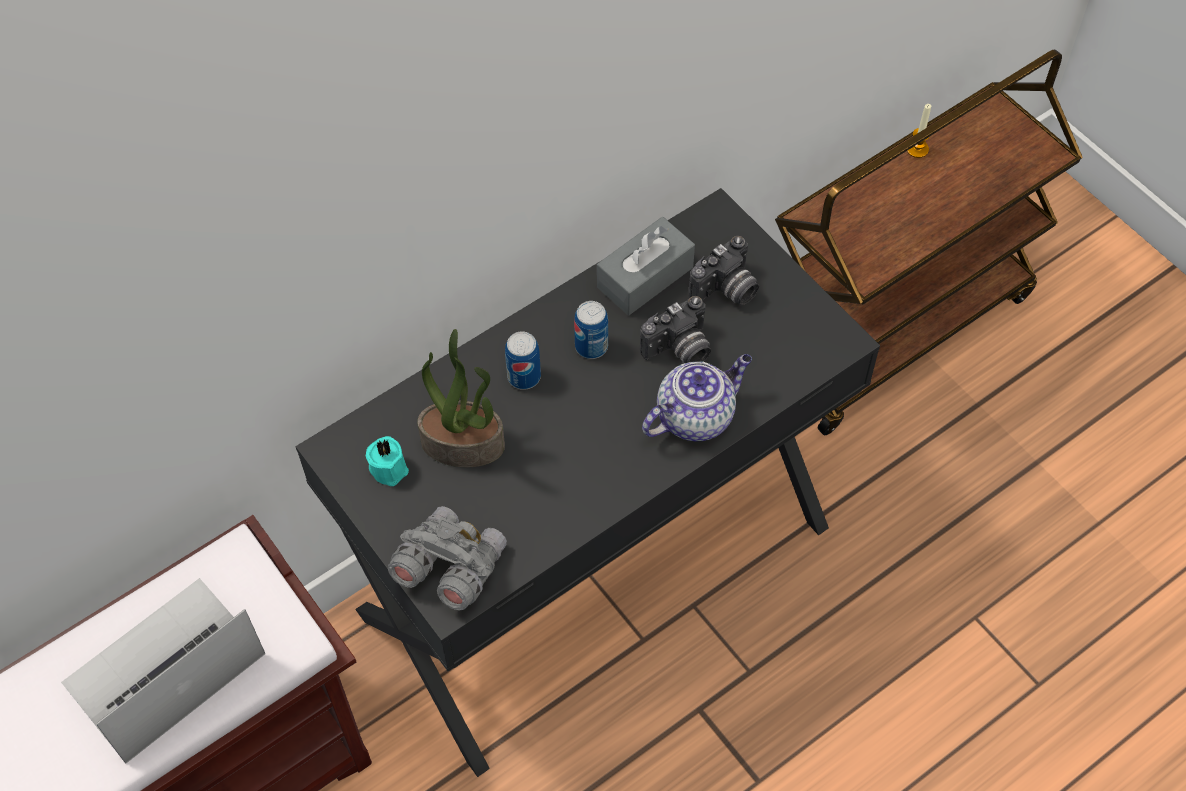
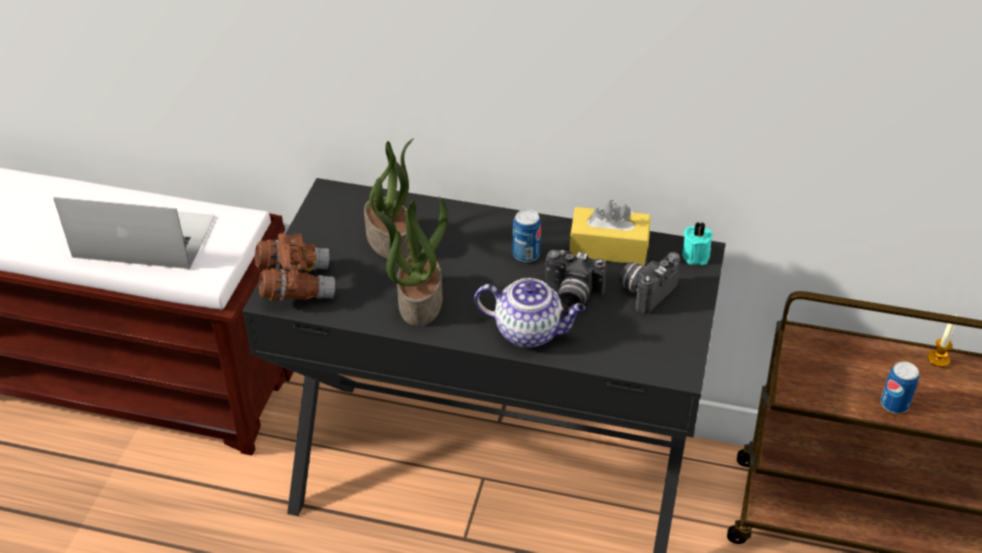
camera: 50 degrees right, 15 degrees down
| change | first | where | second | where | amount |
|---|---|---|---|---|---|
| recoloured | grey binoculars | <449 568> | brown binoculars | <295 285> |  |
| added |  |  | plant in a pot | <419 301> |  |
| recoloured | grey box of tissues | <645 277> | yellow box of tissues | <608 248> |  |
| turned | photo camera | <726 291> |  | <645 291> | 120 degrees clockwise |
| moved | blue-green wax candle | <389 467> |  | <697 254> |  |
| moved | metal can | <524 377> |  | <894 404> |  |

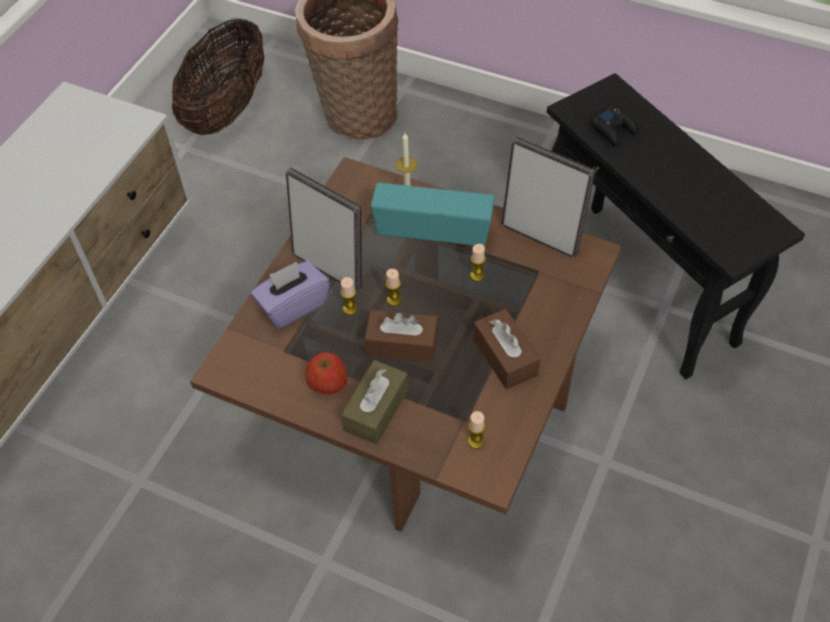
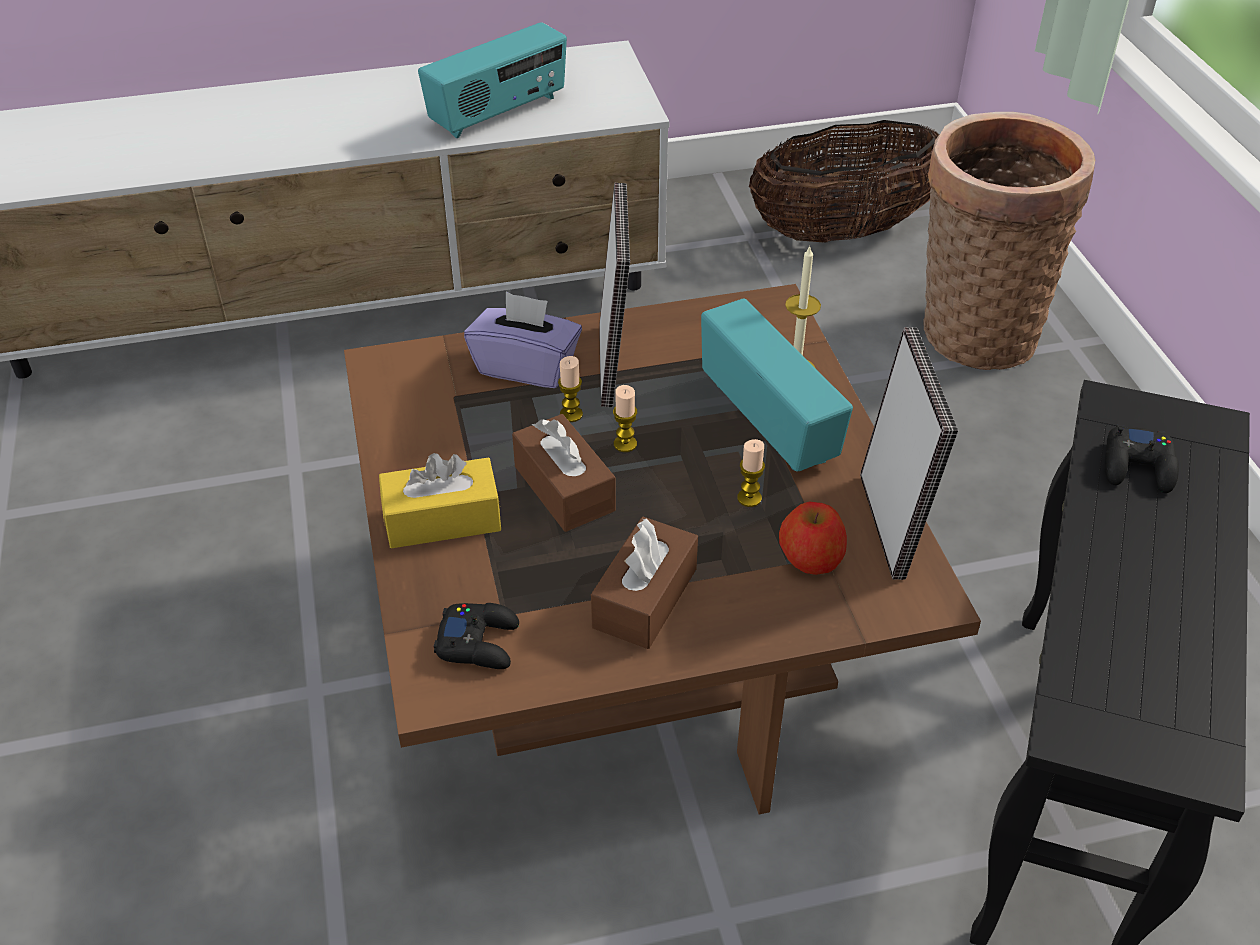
camera: 50 degrees right, 10 degrees down
| change | first | where | second | where | amount |
|---|---|---|---|---|---|
| recoloured | brown box of tissues | <376 409> | yellow box of tissues | <442 519> |  |
| added |  |  | radio receiver | <499 113> |  |
| replaced | wax candle | <476 441> | blackish joypad | <479 642> |  |
| moved | whole apple | <327 382> |  | <811 557> |  |

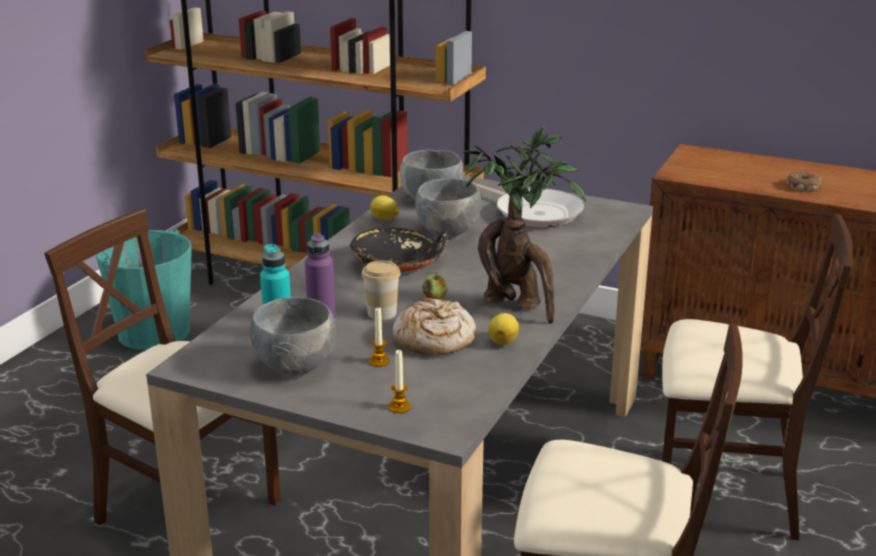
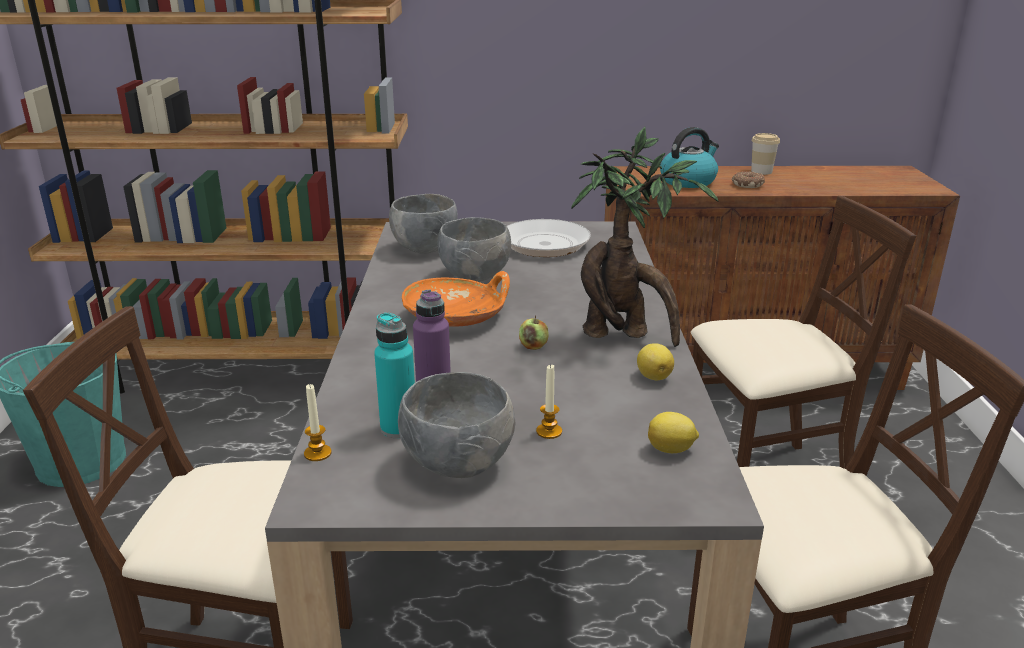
camera: 25 degrees left, 0 degrees up
| change | first | where | second | where | amount |
|---|---|---|---|---|---|
| moved | wax candle | <399 407> |  | <317 453> |  |
| recoloured | blackish deep dish | <398 263> | orangey deep dish | <456 317> |  |
| moved | citrus fruit | <385 219> |  | <671 450> |  |
| added |  |  | tea kettle | <688 181> |  |
| moved | drinking cup | <382 313> |  | <761 171> |  |
| removed | bakery bread | <434 339> |  |  |  |

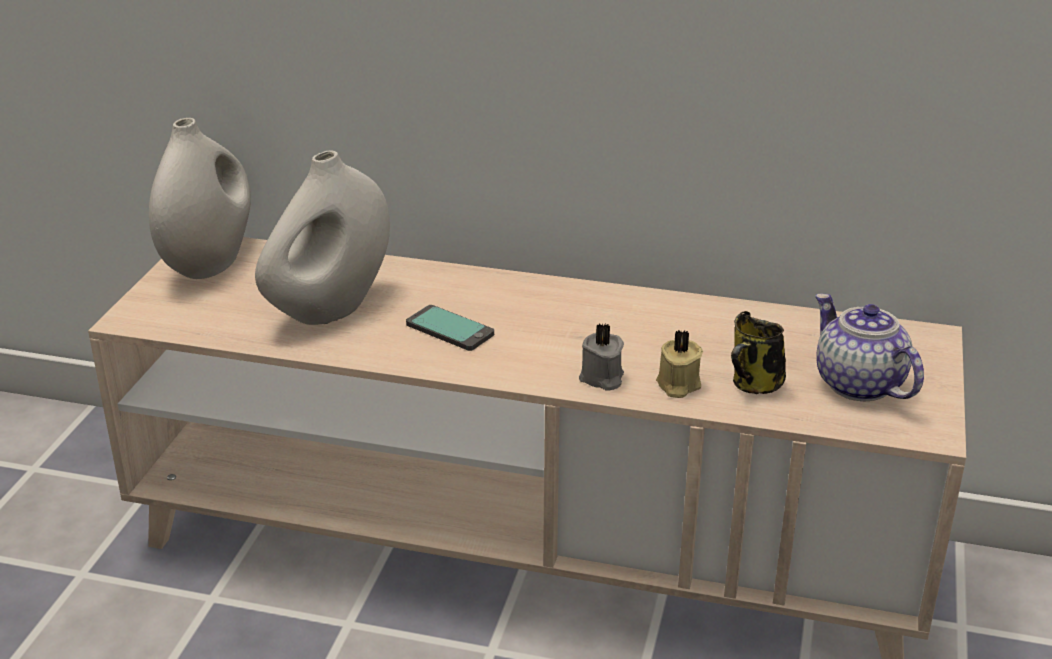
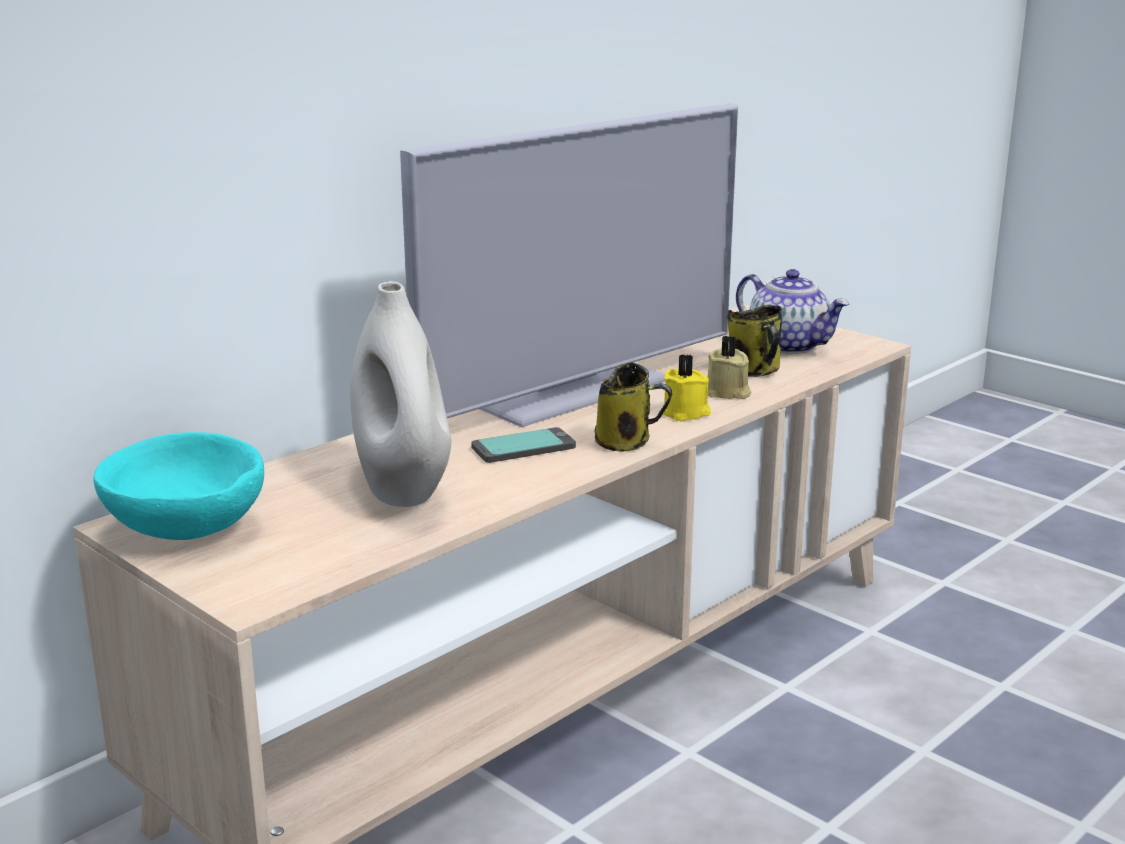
camera: 60 degrees left, 10 degrees down
| change | first | where | second | where | amount |
|---|---|---|---|---|---|
| replaced | white flower vase | <209 263> | blue-green deep dish | <185 529> |  |
| added |  |  | TV | <574 393> |  |
| added |  |  | mug | <626 442> |  |
| recoloured | grey wax candle | <602 378> | yellow wax candle | <686 413> |  |
| turned | teapot | <857 384> |  | <789 345> | 135 degrees counterclockwise |

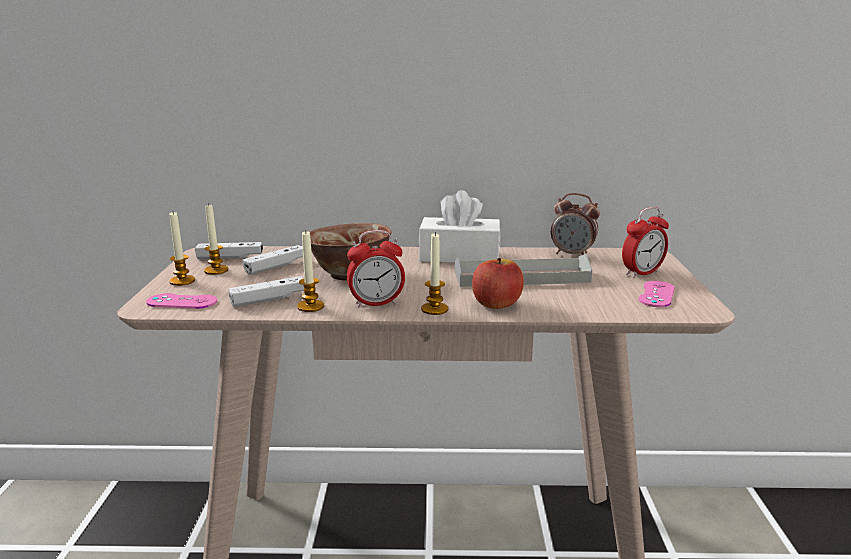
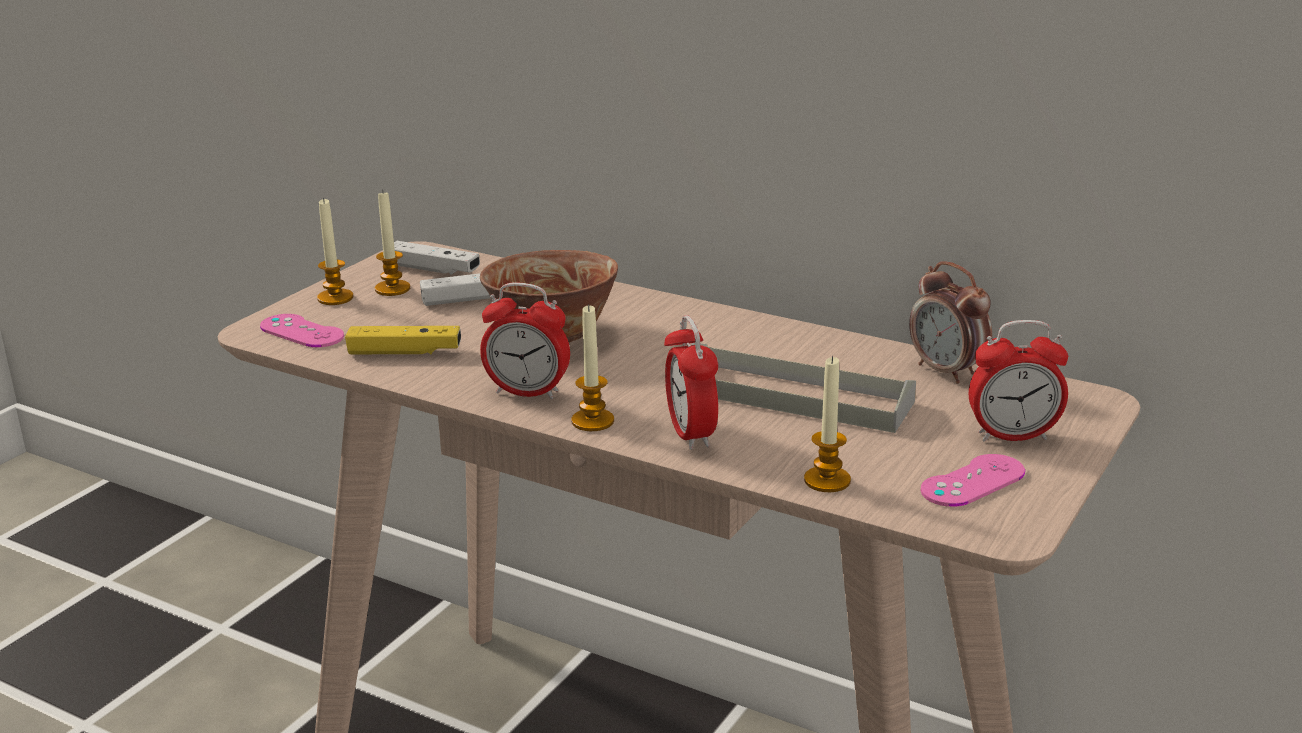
camera: 30 degrees right, 5 degrees up
| change | first | where | second | where | amount |
|---|---|---|---|---|---|
| recoloured | white joypad | <269 299> | yellow joypad | <404 352> |  |
| replaced | whole apple | <496 304> | alarm clock | <691 434> |  |
| moved | wax candle | <310 306> |  | <827 480> |  |
| removed | white box of tissues | <459 256> |  |  |  |

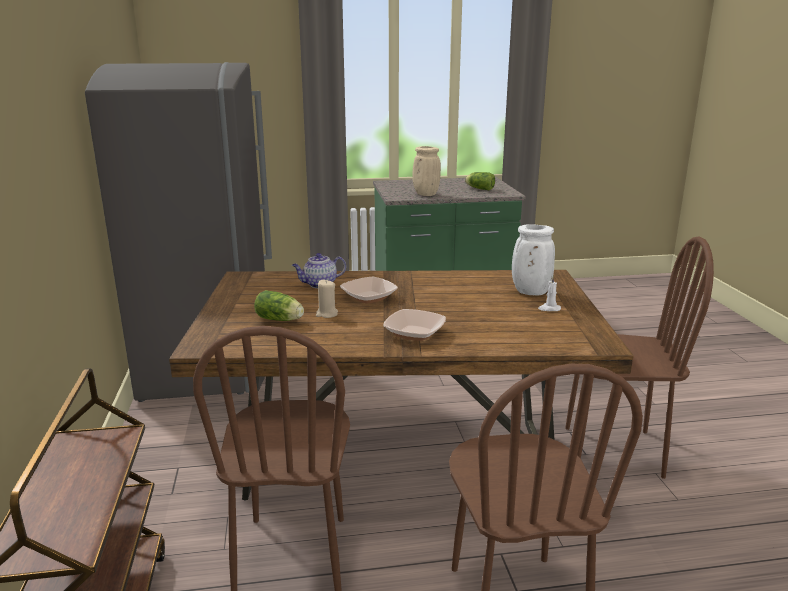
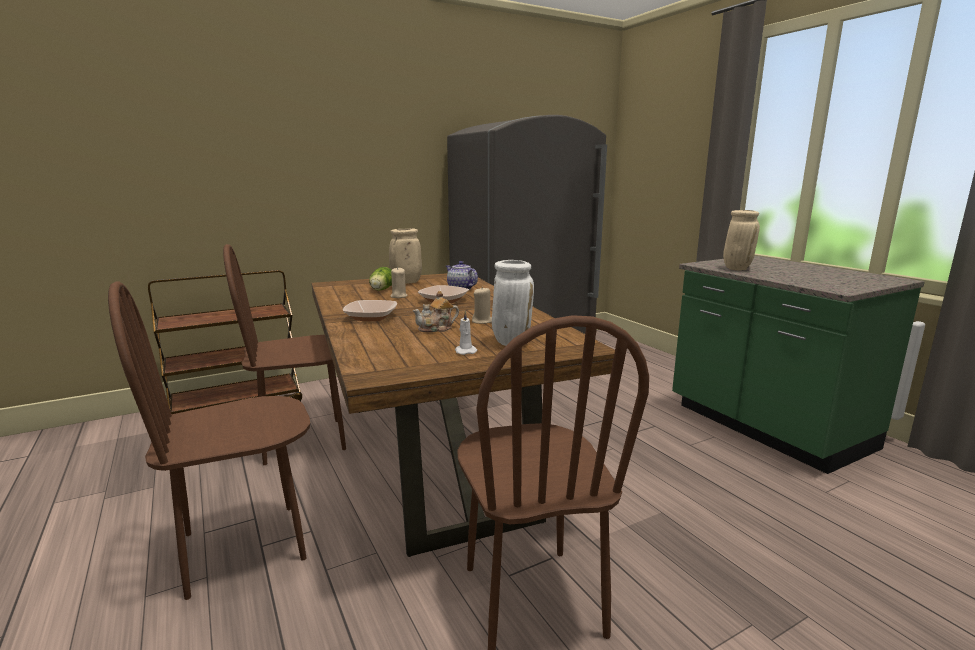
camera: 70 degrees right, 5 degrees down
| change | first | where | second | where | amount |
|---|---|---|---|---|---|
| added |  |  | sand-coloured flower vase | <406 282> |  |
| added |  |  | teapot | <436 328> |  |
| added |  |  | sand-coloured wax candle | <482 321> |  |
| removed | head of lettuce | <479 188> |  |  |  |

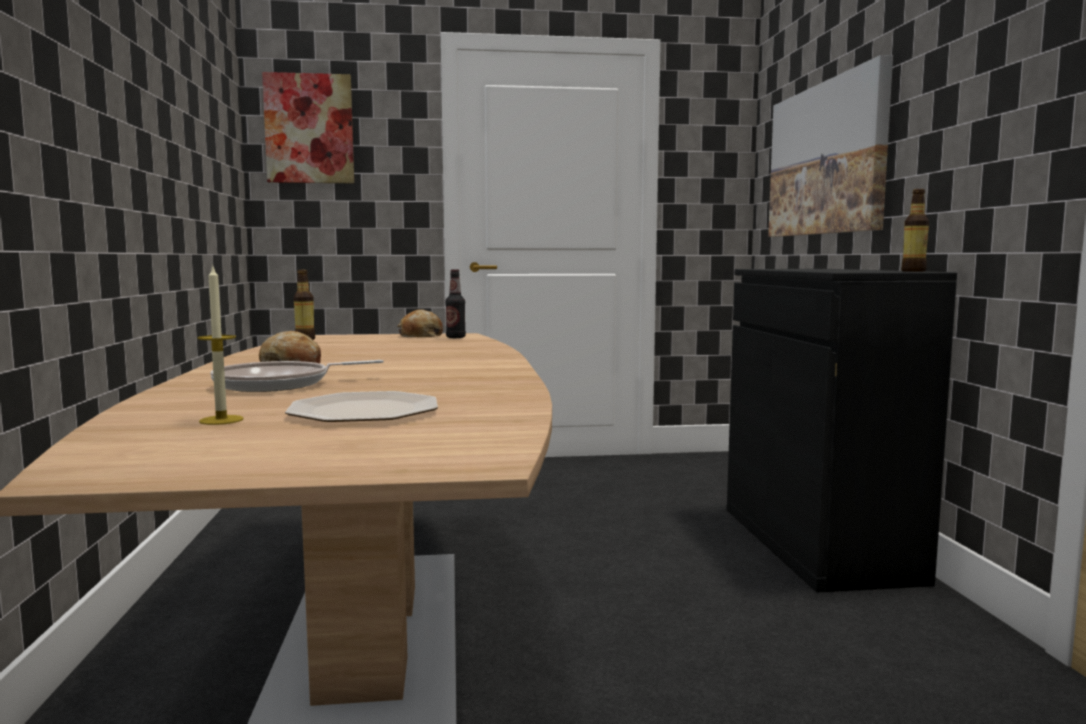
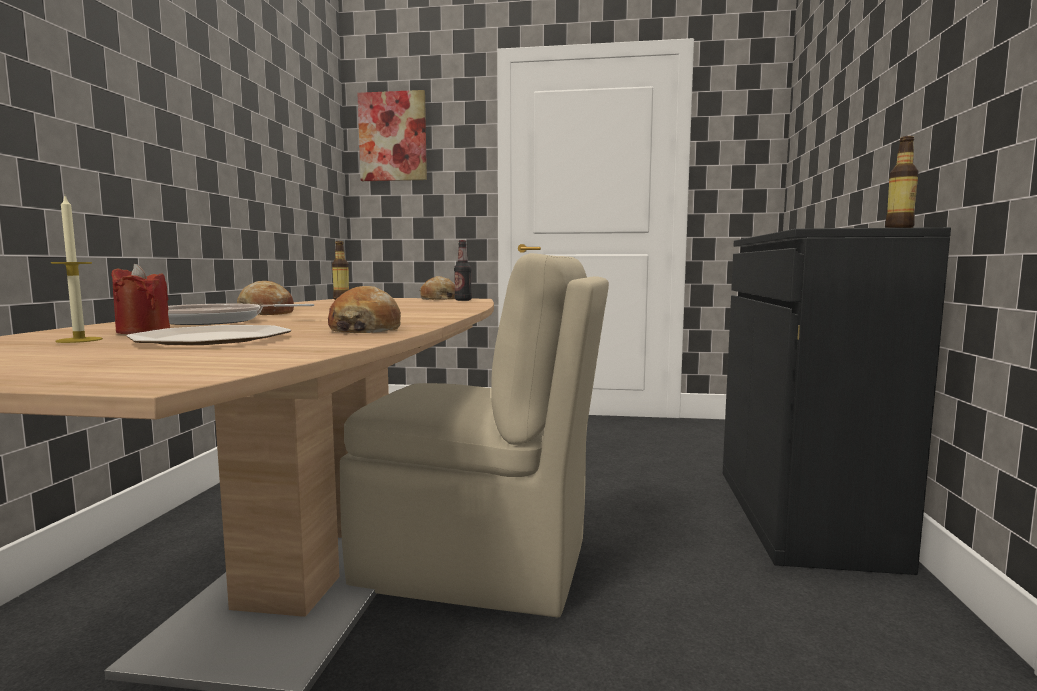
camera: 15 degrees right, 0 degrees up
| change | first | where | second | where | amount |
|---|---|---|---|---|---|
| added |  |  | reddish wax candle | <143 331> |  |
| added |  |  | bakery bread | <365 329> |  |
| added |  |  | sand-coloured upright chair | <481 564> |  |
| removed | picture | <826 159> |  |  |  |

